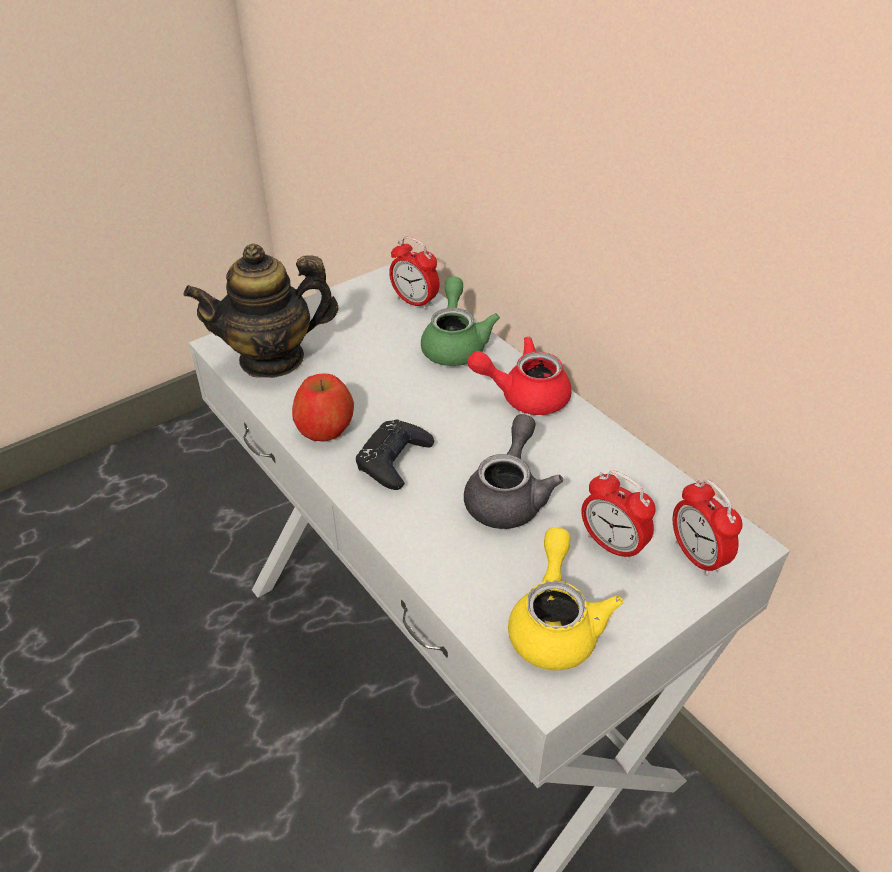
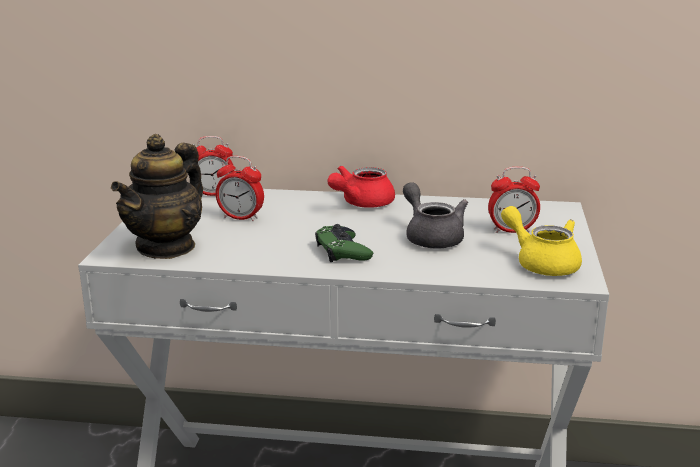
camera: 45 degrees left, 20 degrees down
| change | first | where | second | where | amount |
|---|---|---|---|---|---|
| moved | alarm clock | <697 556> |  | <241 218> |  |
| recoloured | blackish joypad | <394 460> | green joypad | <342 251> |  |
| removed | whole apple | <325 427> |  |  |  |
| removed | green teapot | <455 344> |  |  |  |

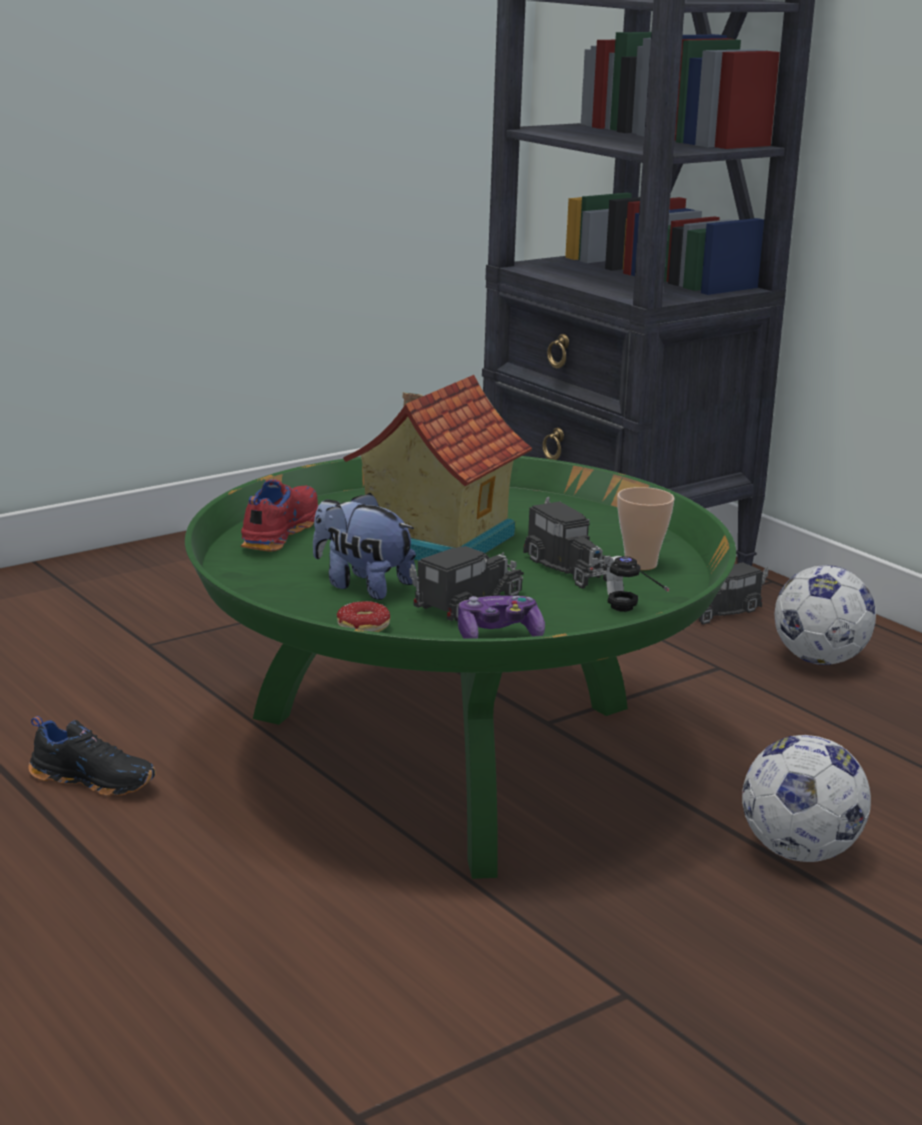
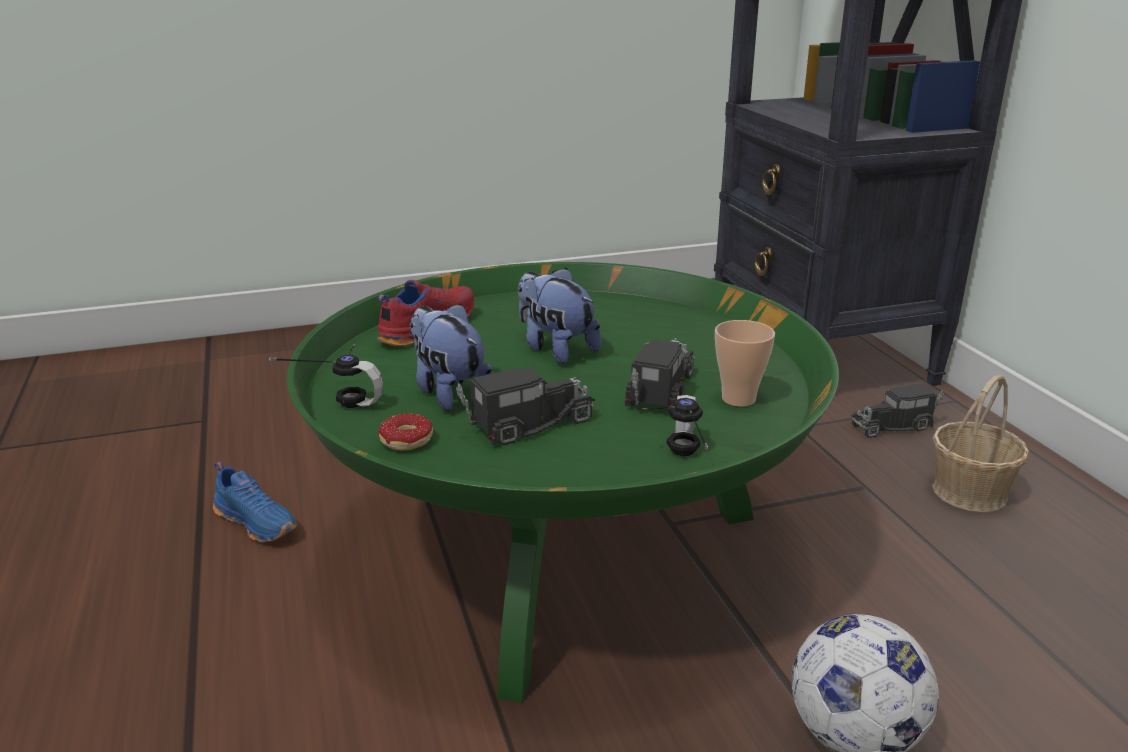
camera: 20 degrees right, 5 degrees up
| change | first | where | second | where | amount |
|---|---|---|---|---|---|
| recoloured | blackish shoe | <94 780> | bluish shoe | <258 522> |  |
| added |  |  | headset | <339 397> |  |
| replaced | model house | <432 540> | soft toy | <555 349> |  |
| turned | model truck | <567 567> |  | <661 393> | 150 degrees counterclockwise |
| replaced | ball for football | <820 660> | storage basket | <970 492> |  |
| removed | joypad | <498 635> |  |  |  |

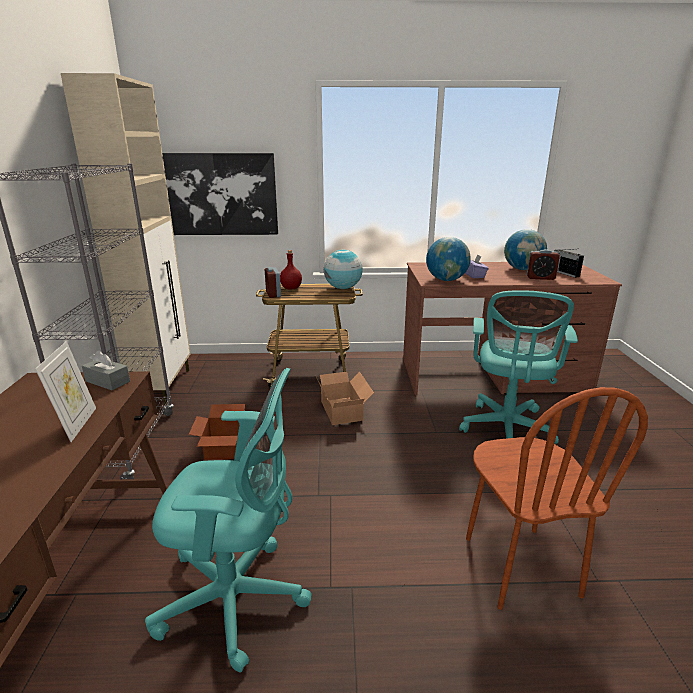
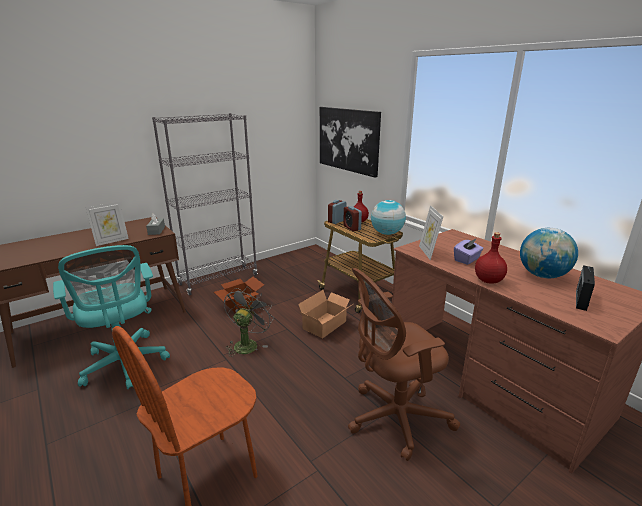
camera: 55 degrees right, 0 degrees up
| change | first | where | second | where | amount |
|---|---|---|---|---|---|
| added |  |  | grey fan | <247 344> |  |
| moved | alarm clock | <540 278> |  | <352 228> |  |
| recoloured | blue-green computer chair | <506 430> | brown computer chair | <394 418> |  |
| replaced | globe | <446 280> | standing frame | <428 252> |  |
| added |  |  | reddish drink bottle | <488 280> |  |
| removed | sand-coloured cupboard | <164 386> |  |  |  |

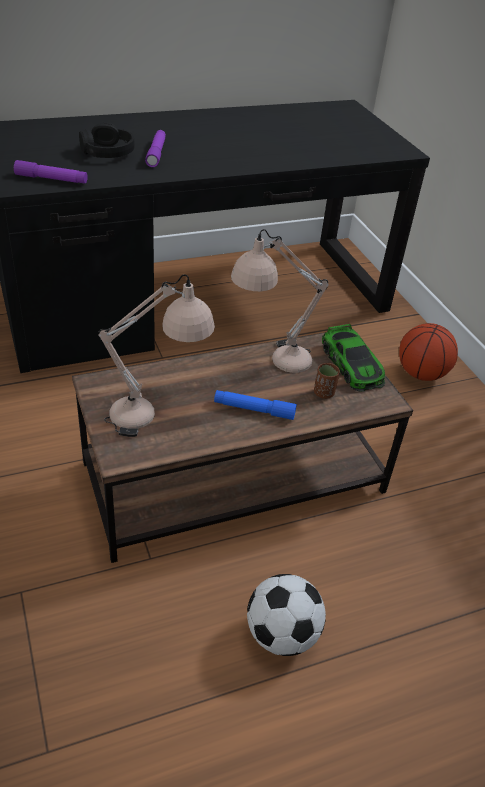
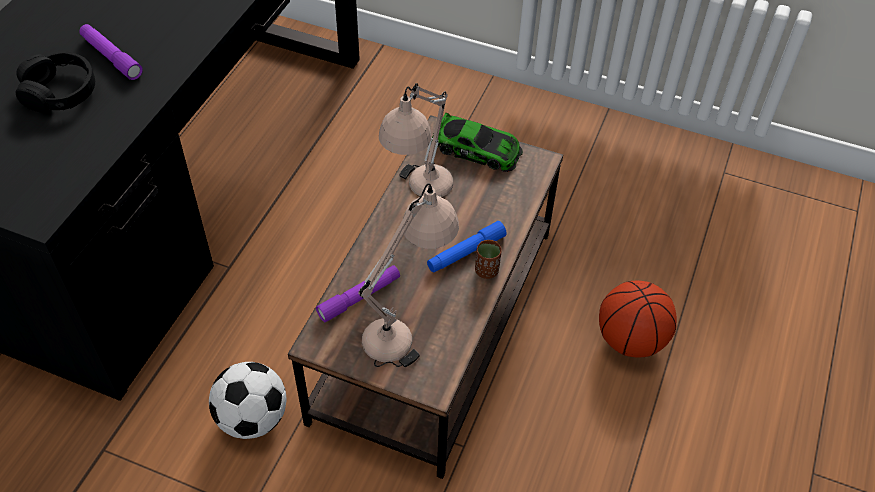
camera: 45 degrees left, 10 degrees up
| change | first | where | second | where | amount |
|---|---|---|---|---|---|
| moved | ball for football | <282 635> |  | <253 418> |  |
| moved | purple-coloured flashlight | <51 179> |  | <359 297> |  |
| moved | brown drinking cup | <324 393> |  | <486 271> |  |
| moved | basketball ball | <421 374> |  | <630 340> |  |

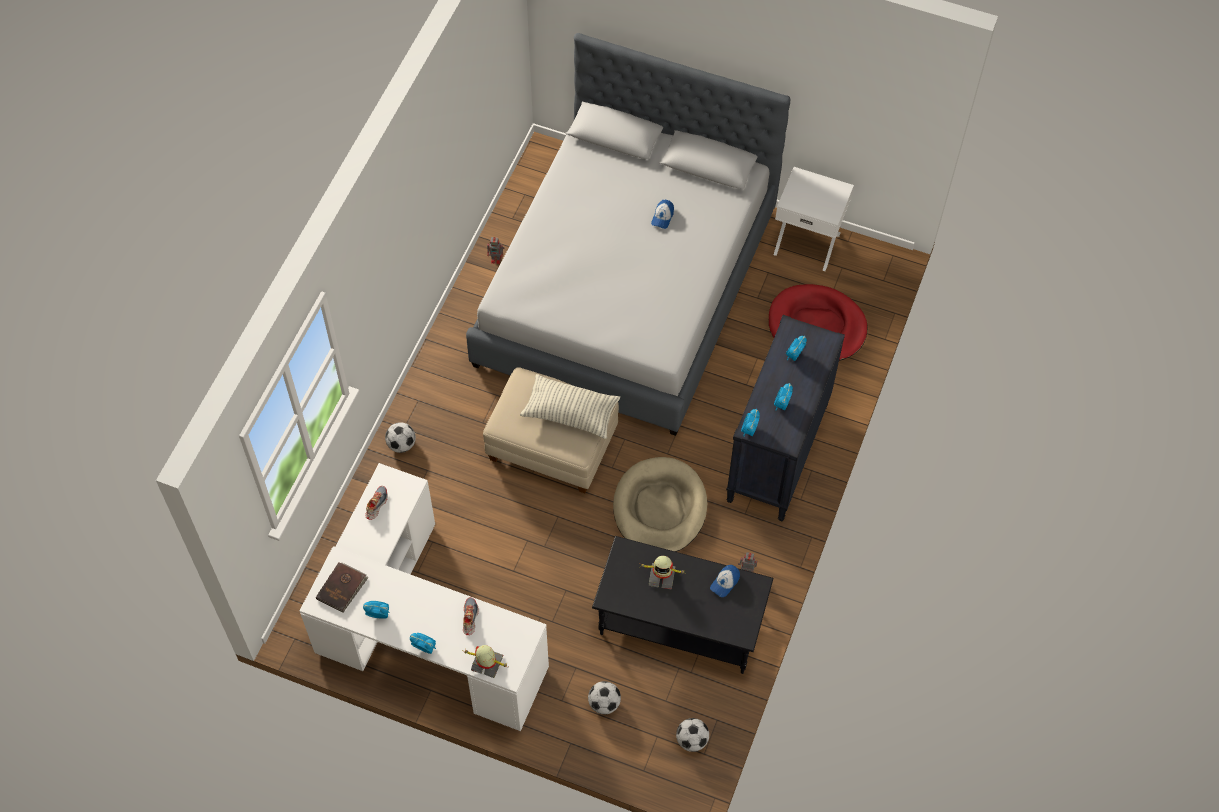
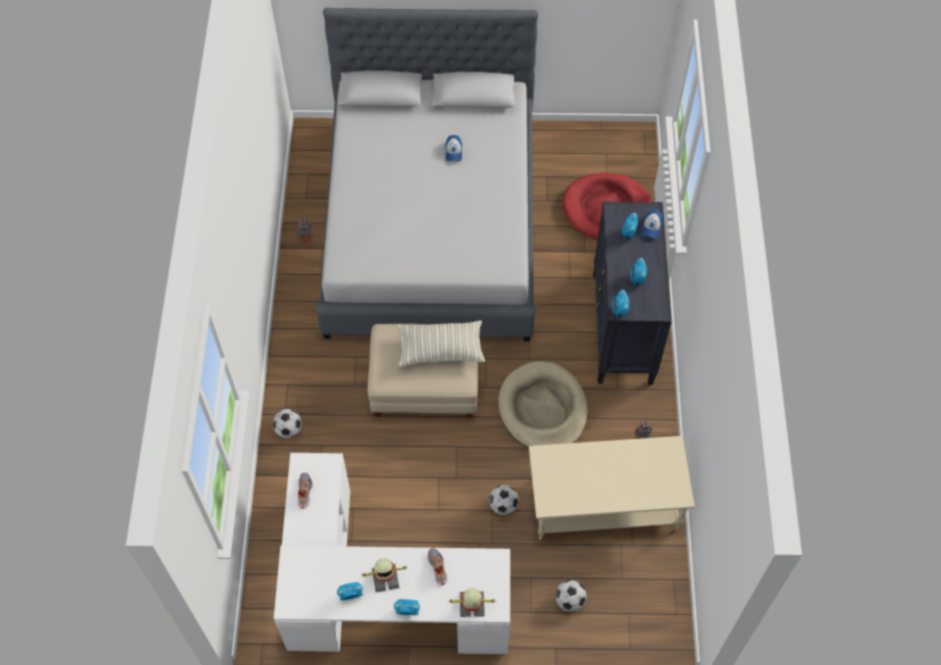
camera: 20 degrees left, 0 degrees up
| change | first | where | second | where | amount |
|---|---|---|---|---|---|
| moved | model robot | <662 576> |  | <385 577> |  |
| moved | ball for football | <692 740> |  | <503 505> |  |
| recoloured | blackish coffee table | <681 622> | sand-coloured coffee table | <605 503> |  |
| moved | cap | <725 582> |  | <651 227> |  |
| removed | brown bound book | <342 588> |  |  |  |
| removed | white nightstand | <807 242> |  |  |  |

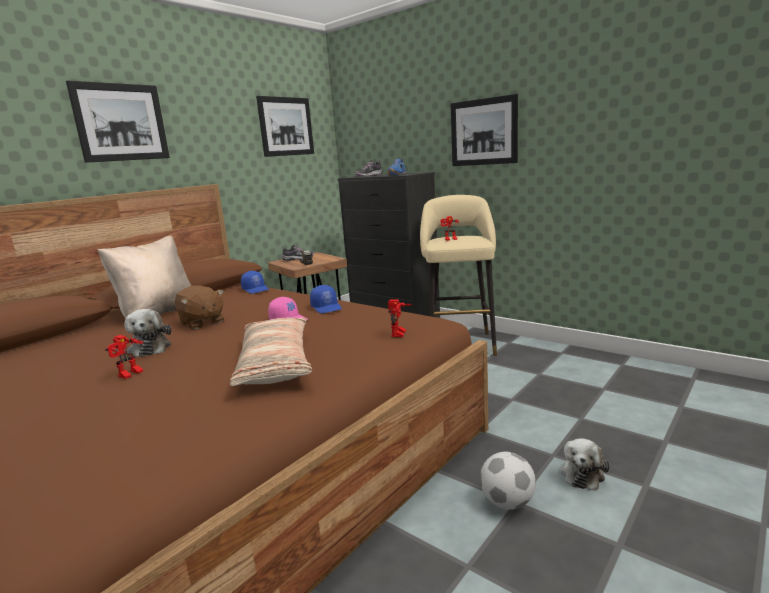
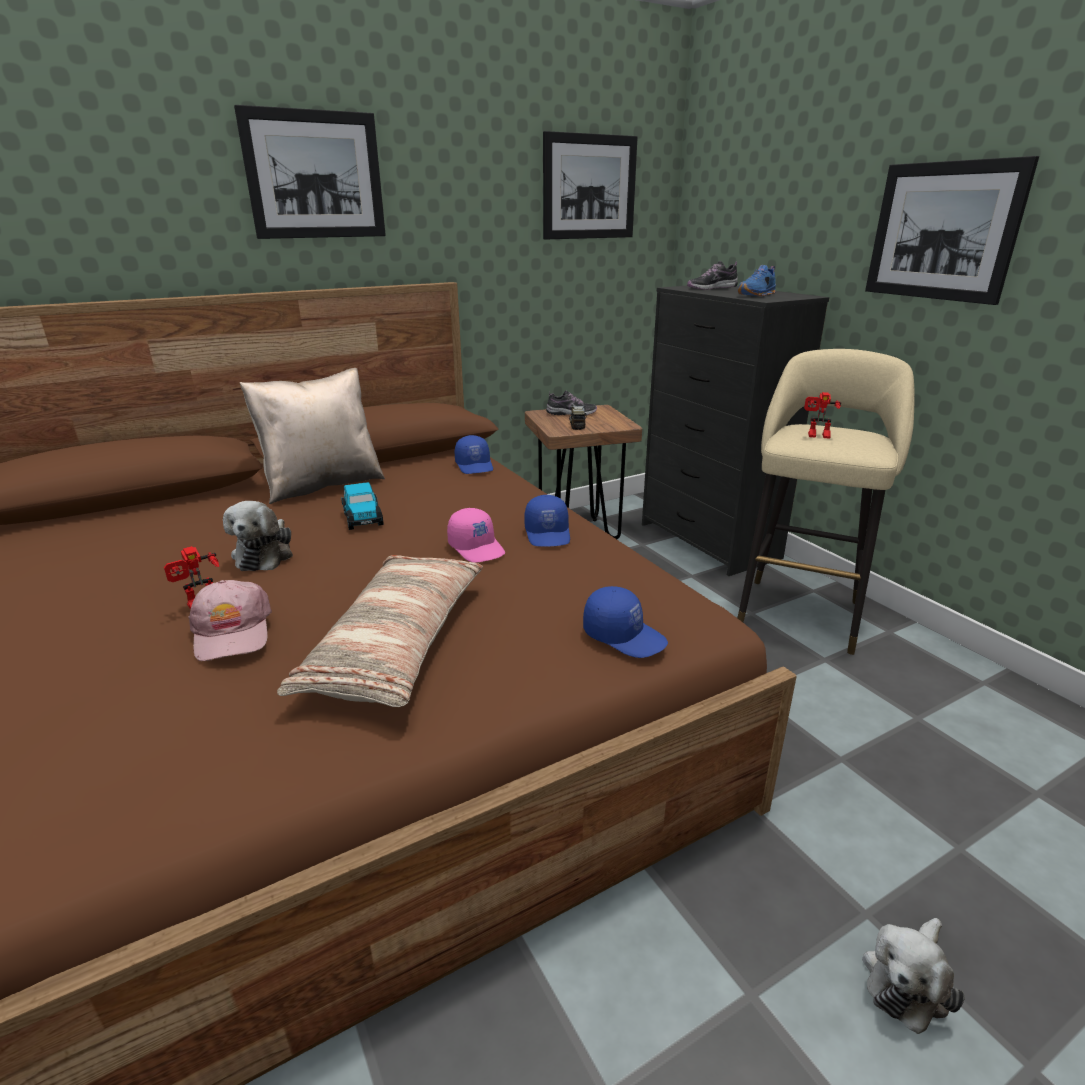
camera: 20 degrees right, 10 degrees up
| change | first | where | second | where | amount |
|---|---|---|---|---|---|
| added |  |  | pink cap | <232 631> |  |
| replaced | brown soft toy | <202 322> | miniature car | <363 518> |  |
| replaced | model robot | <400 334> | bluish cap | <624 636> |  |
| removed | ball for football | <507 502> |  |  |  |

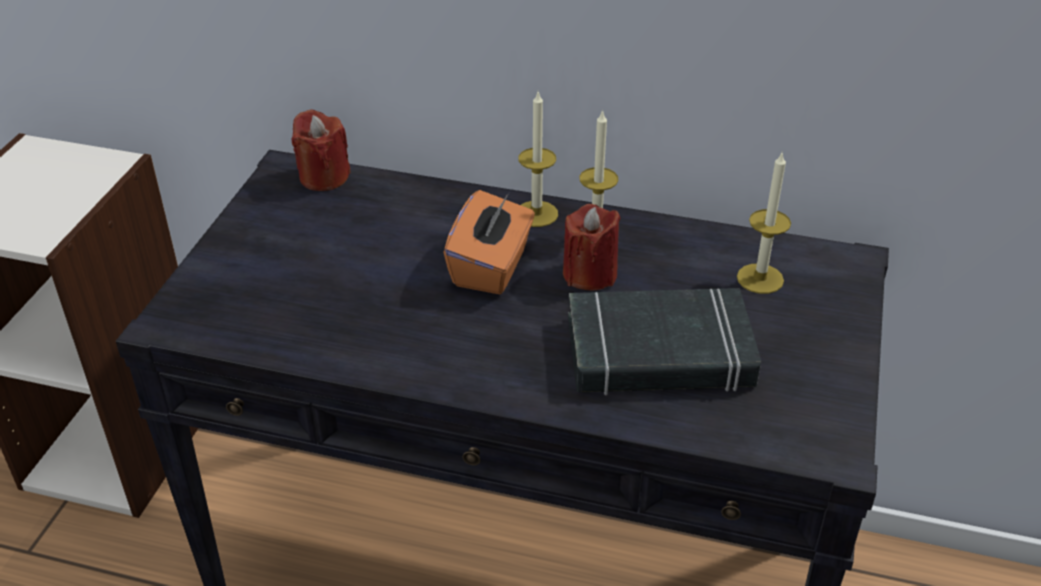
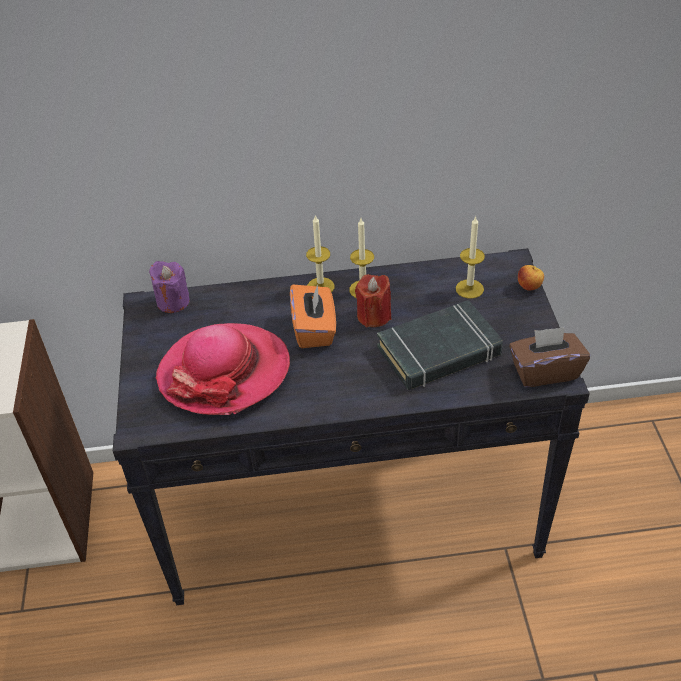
camera: 20 degrees left, 5 degrees up
| change | first | where | second | where | amount |
|---|---|---|---|---|---|
| recoloured | reddish wax candle | <324 177> | purple-coloured wax candle | <173 302> |  |
| added |  |  | clothing hat | <224 372> |  |
| added |  |  | brown box of tissues | <545 371> |  |
| added |  |  | whole apple | <529 287> |  |

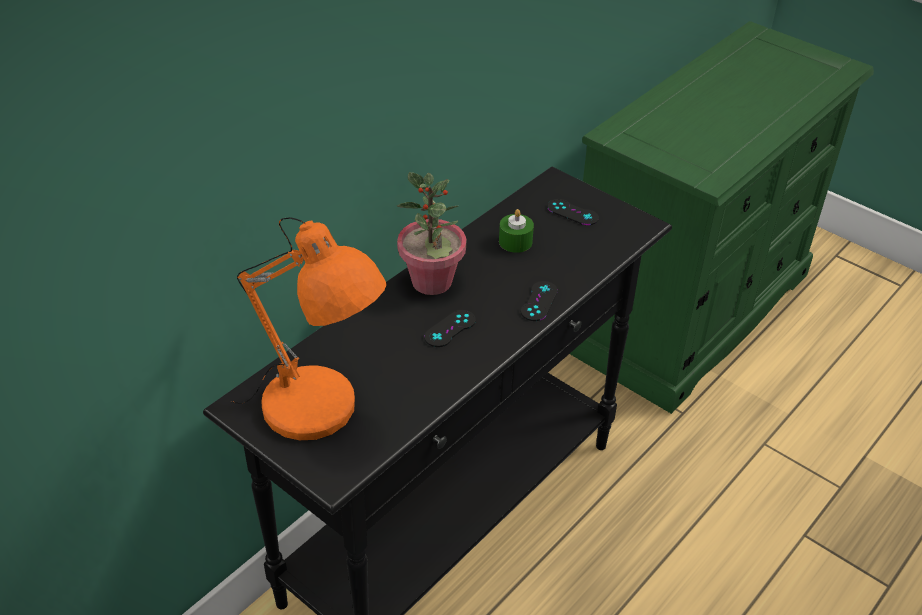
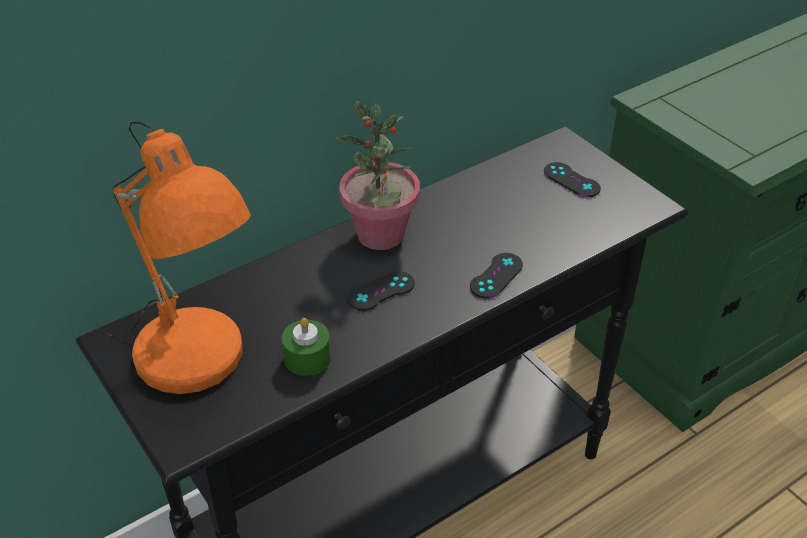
camera: 15 degrees right, 0 degrees up
| change | first | where | second | where | amount |
|---|---|---|---|---|---|
| moved | green wax candle | <515 241> |  | <307 358> |  |

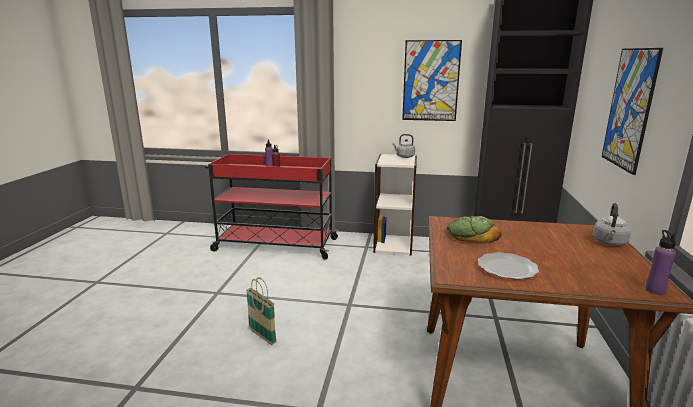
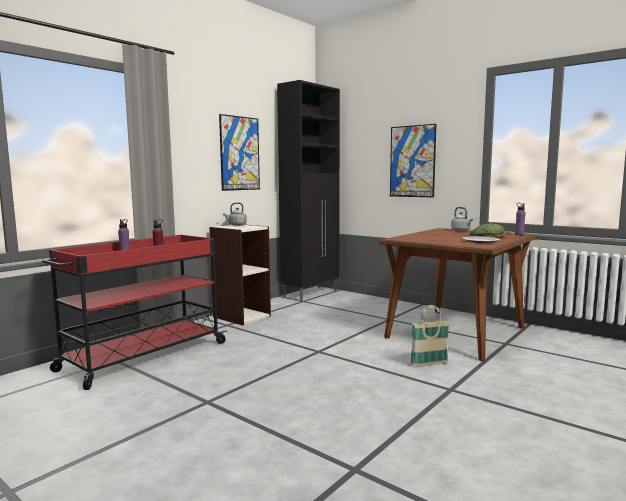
camera: 60 degrees left, 10 degrees down
| change | first | where | second | where | amount |
|---|---|---|---|---|---|
| moved | storage basket | <262 336> |  | <429 364> |  |
| moved | bakery bread | <472 234> |  | <487 236> |  |

